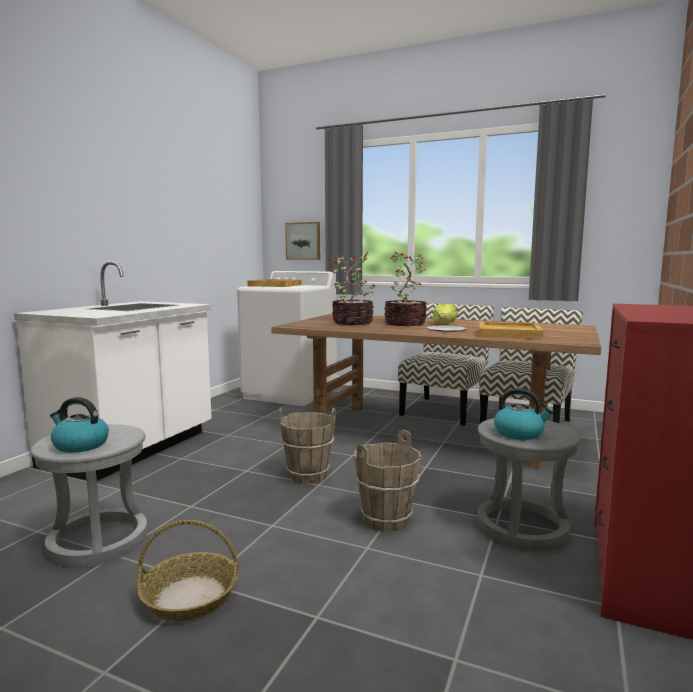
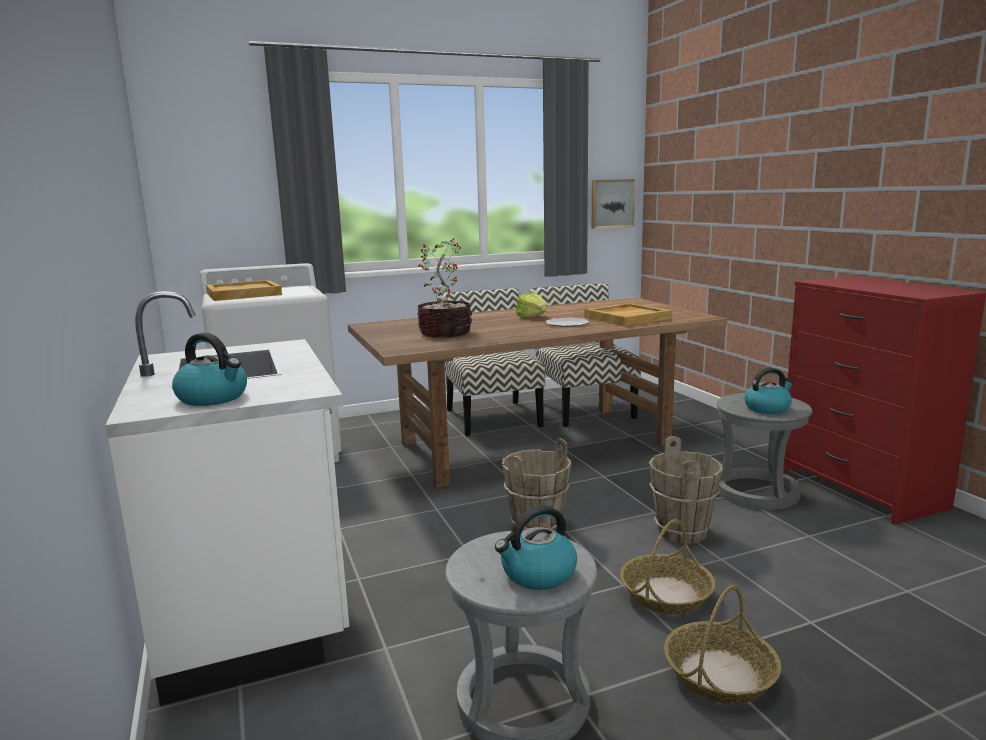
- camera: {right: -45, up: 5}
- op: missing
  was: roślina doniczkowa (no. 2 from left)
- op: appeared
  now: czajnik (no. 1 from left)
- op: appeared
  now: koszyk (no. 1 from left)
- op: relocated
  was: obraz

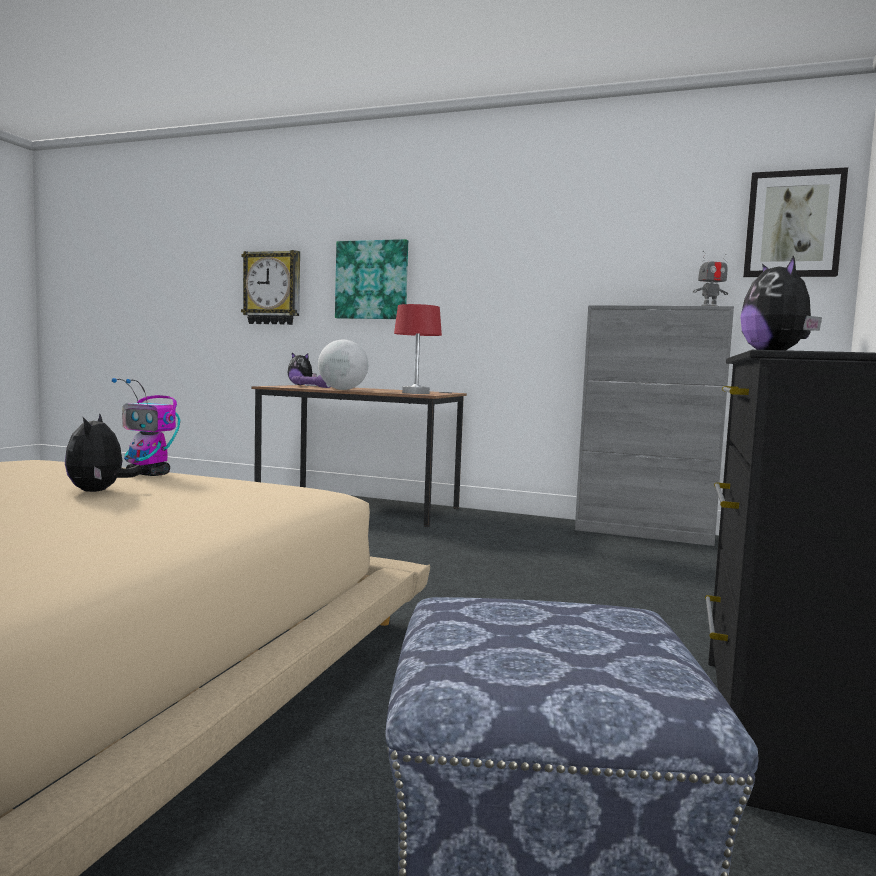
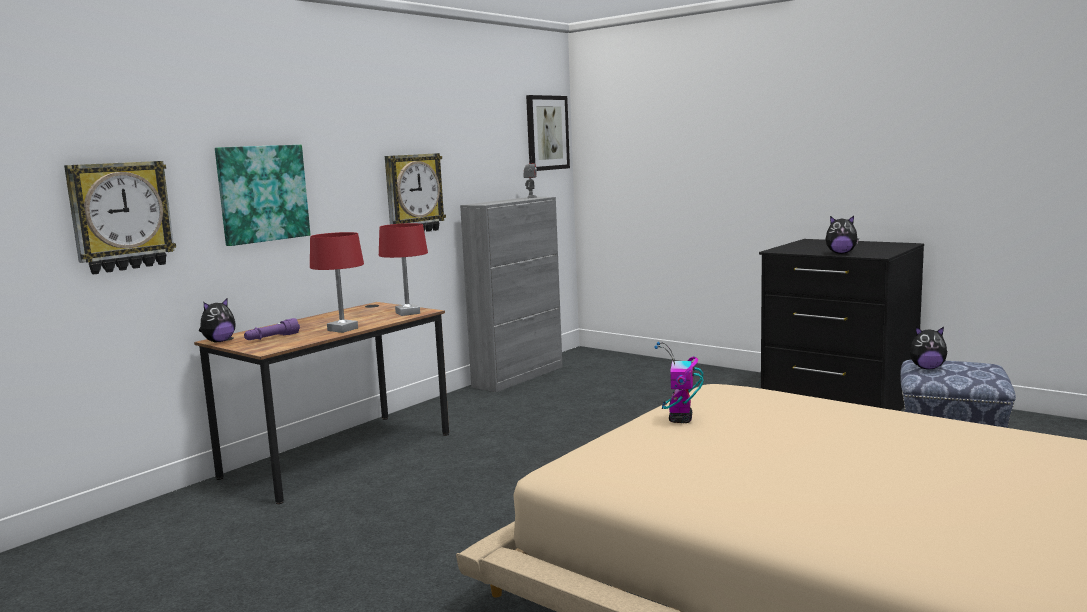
- camera: {right: -70, up: 5}
- op: appeared
  now: zegar ścienny (no. 2 from left)
- op: relocated
  was: pluszak (no. 1 from left in the first image)
  now: pluszak (no. 3 from left)
- op: exchanged
  was: globus
  now: lampa stołowa/czerwony (no. 1 from left)
- op: spun
  was: robot zabawkowy (no. 1 from left in the first image)
  clockwise: 150

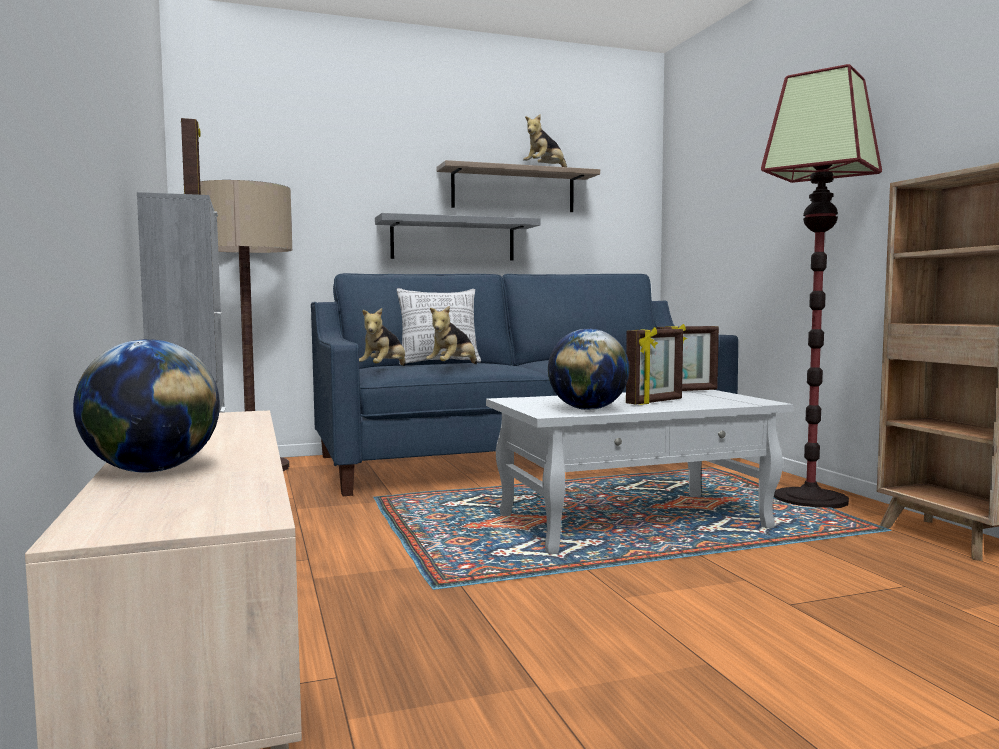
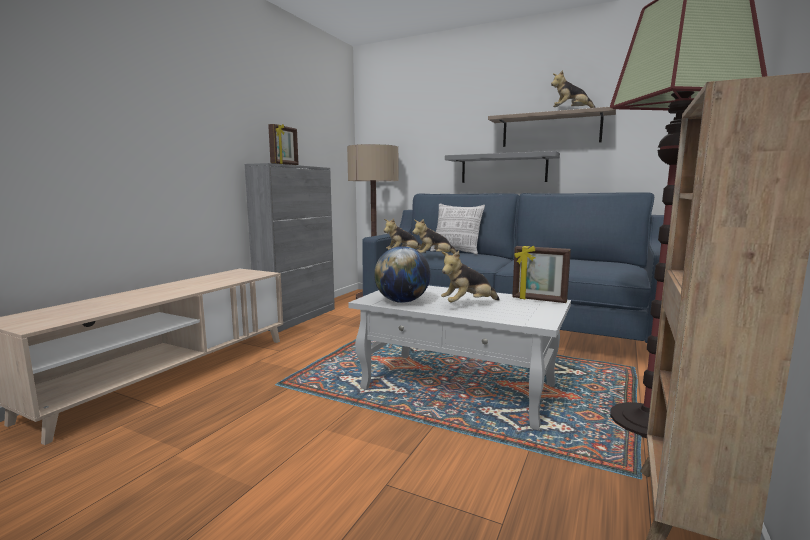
- camera: {right: 45, up: 5}
- op: missing
  was: globus (no. 1 from left)
- op: exchanged
  was: ramka na zdjęcie (no. 2 from left)
  now: pluszak (no. 3 from left)

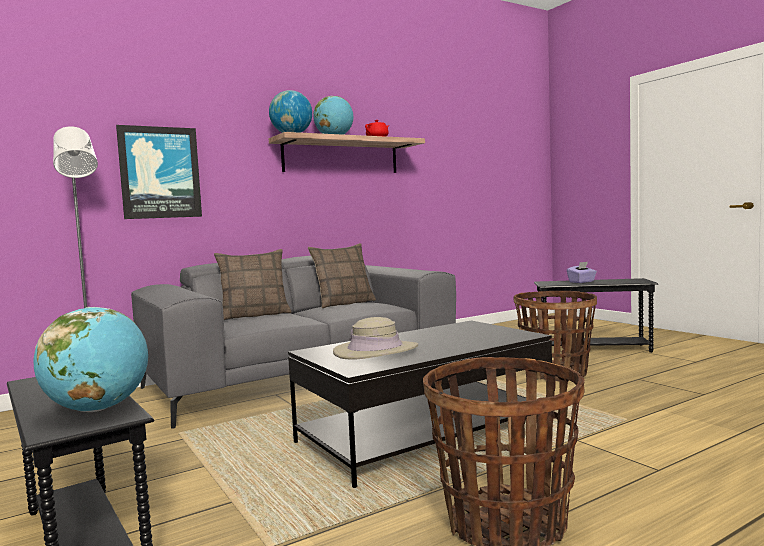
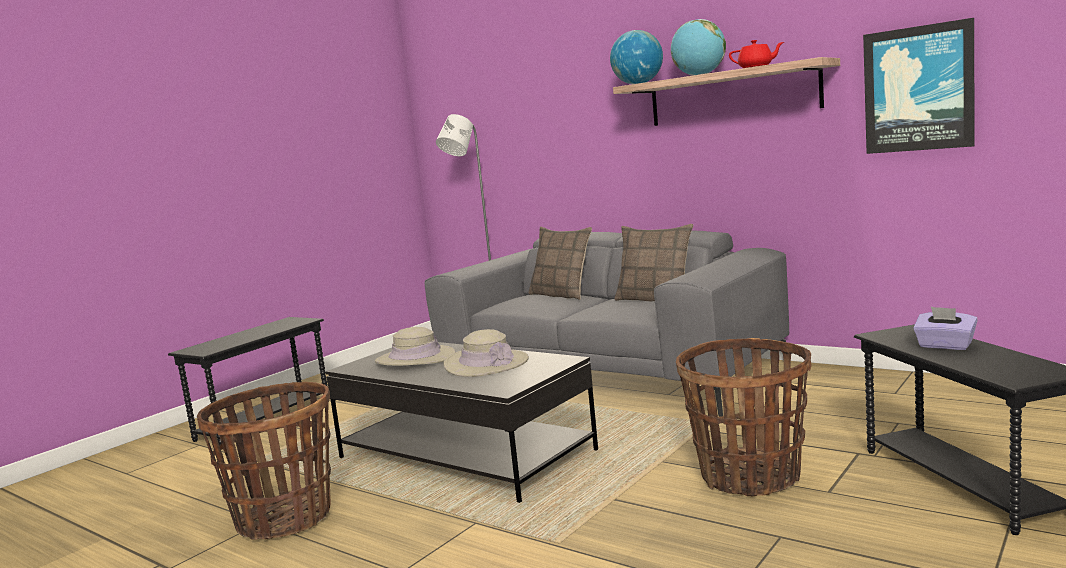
- camera: {right: 70, up: 5}
- op: missing
  was: globus (no. 1 from left)
- op: appeared
  now: kapelusz/beżowy (no. 2 from left)
- op: relocated
  was: obraz

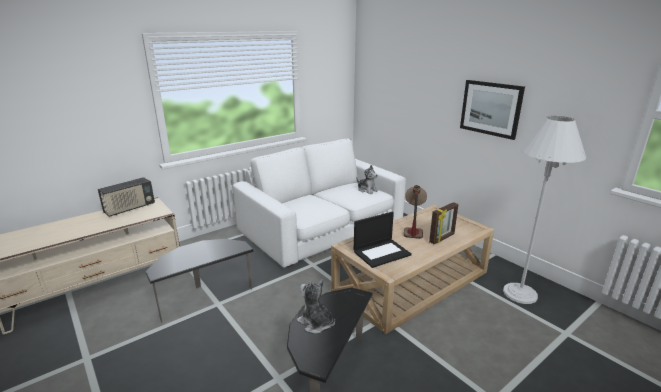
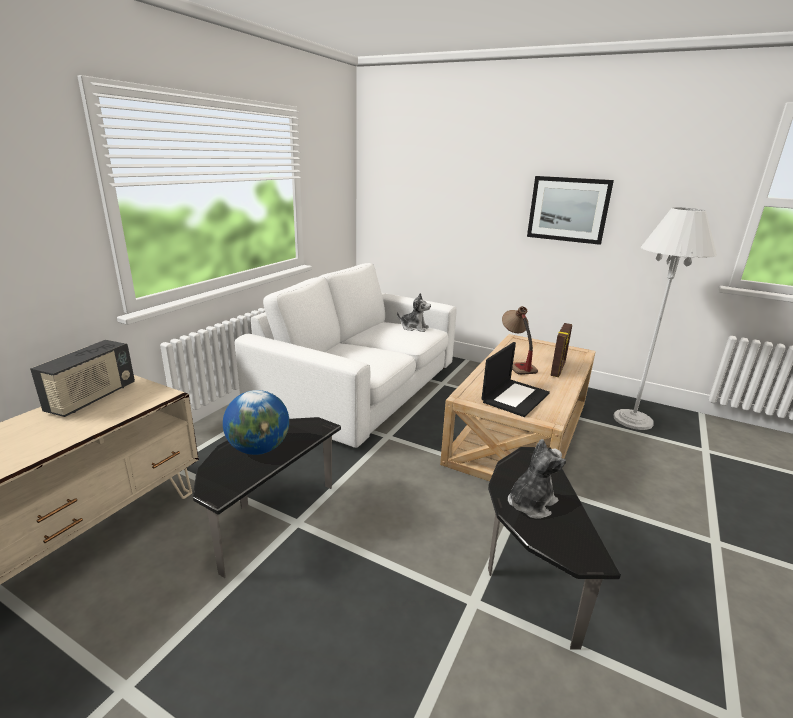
- camera: {right: -25, up: 0}
- op: appeared
  now: globus
- op: spun
  was: pluszak (no. 1 from left in the first image)
  clockwise: 120

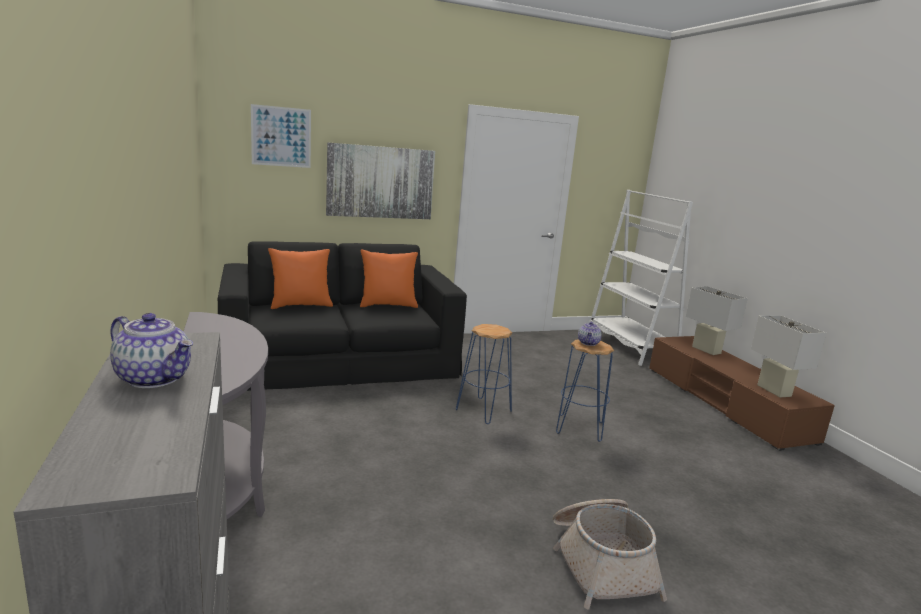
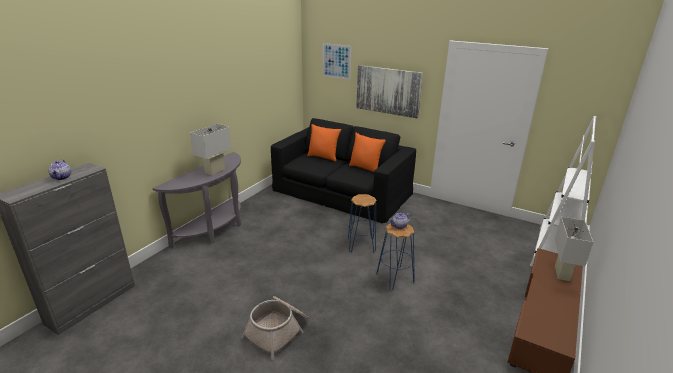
- camera: {right: 50, up: 10}
- op: relocated
  was: lampa stołowa/biały (no. 2 from left in the first image)
  now: lampa stołowa/biały (no. 1 from left)

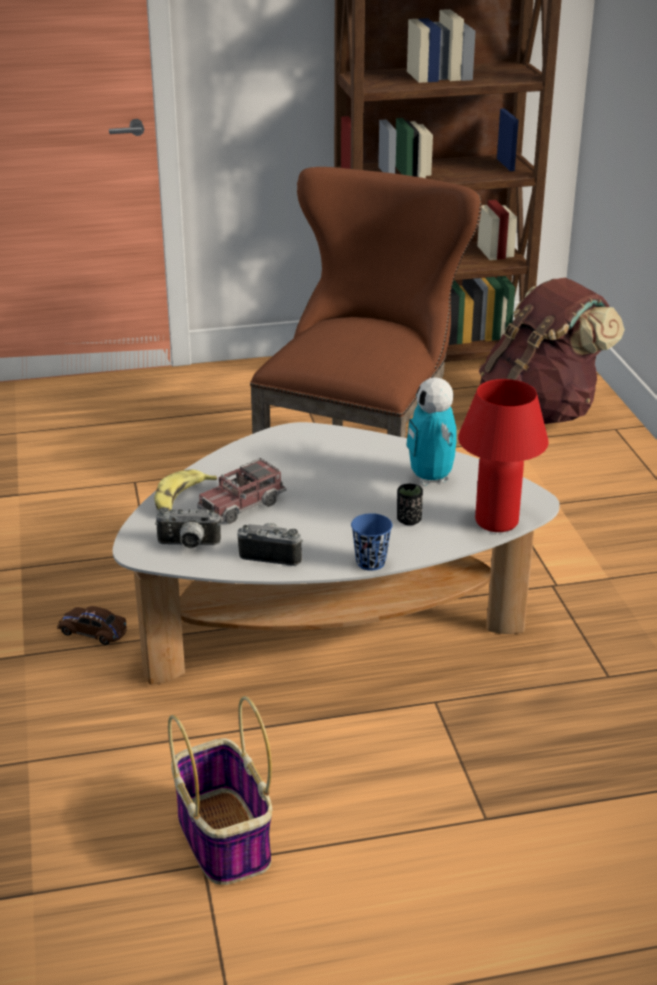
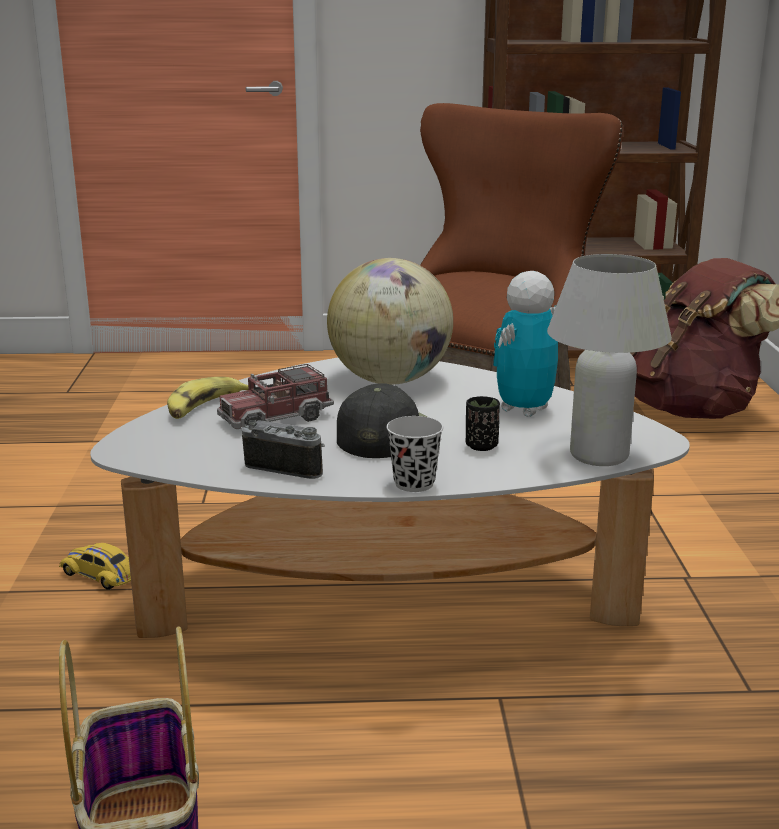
- camera: {right: 10, up: -10}
- op: missing
  was: aparat fotograficzny (no. 1 from left)
- op: appeared
  now: globus
- op: appeared
  now: czapka z daszkiem/czarny
- op: colour
  was: samochodzik/brązowy
  now: samochodzik/żółty
- op: colour
  was: filiżanka/niebieski
  now: filiżanka/czarny (no. 1 from left)
- op: colour
  was: lampa stołowa/czerwony
  now: lampa stołowa/biały
- op: spun
  was: robot zabawkowy
  clockwise: 45

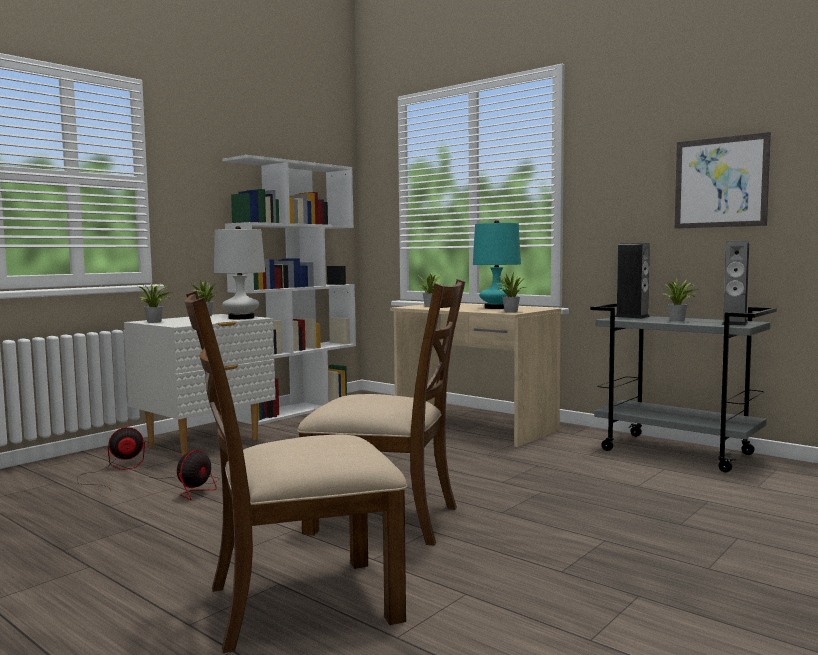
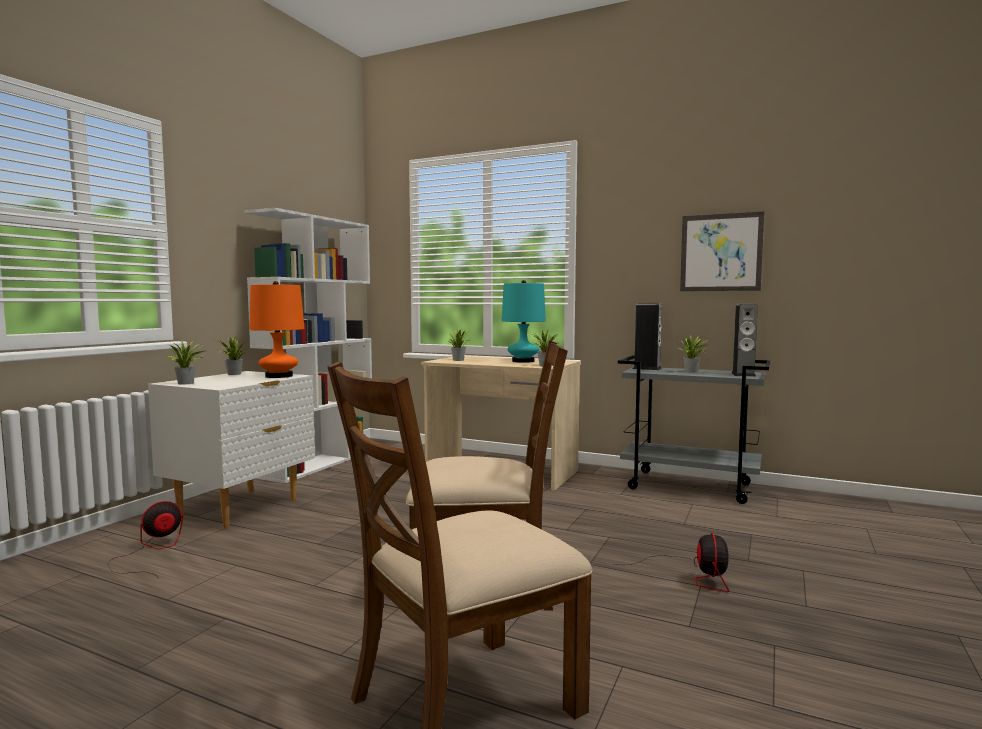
- camera: {right: -15, up: 0}
- op: relocated
  was: wentylator (no. 2 from left)
- op: colour
  was: lampa stołowa/biały
  now: lampa stołowa/pomarańczowy

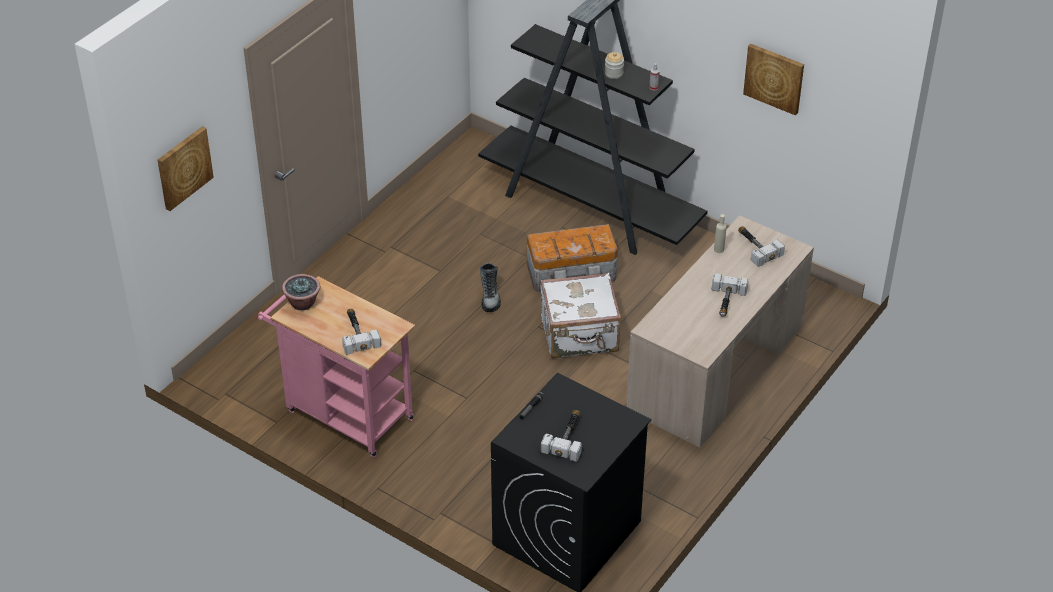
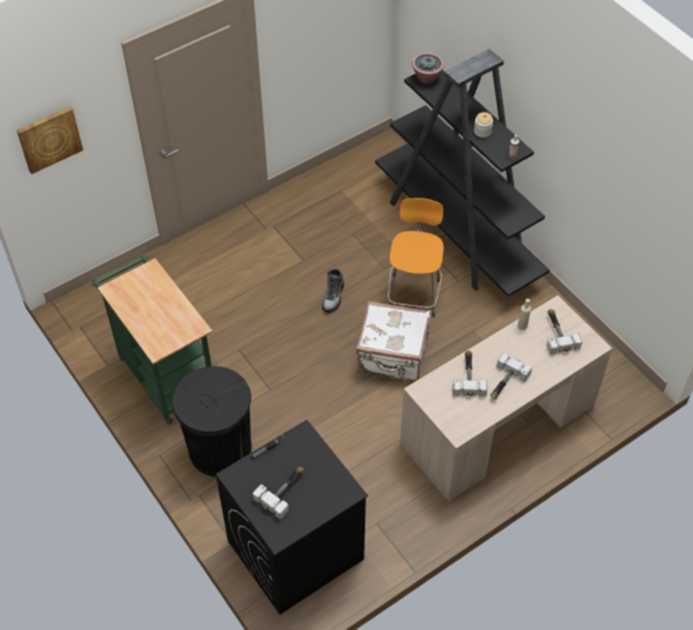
- camera: {right: 20, up: 10}
- op: missing
  was: obraz (no. 2 from left)
- op: appeared
  now: kosz na śmieci/czarny
- op: relocated
  was: roślina doniczkowa
- op: relocated
  was: młotek (no. 1 from left in the first image)
  now: młotek (no. 2 from left)
- op: exchanged
  was: pojemnik do przechowywania
  now: stołek/pomarańczowy
- op: colour
  was: wózek/różowy
  now: wózek/zielony

